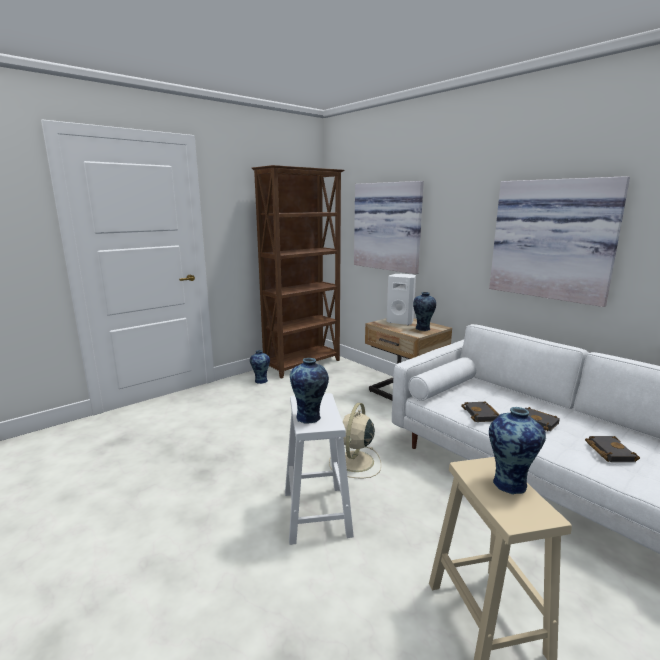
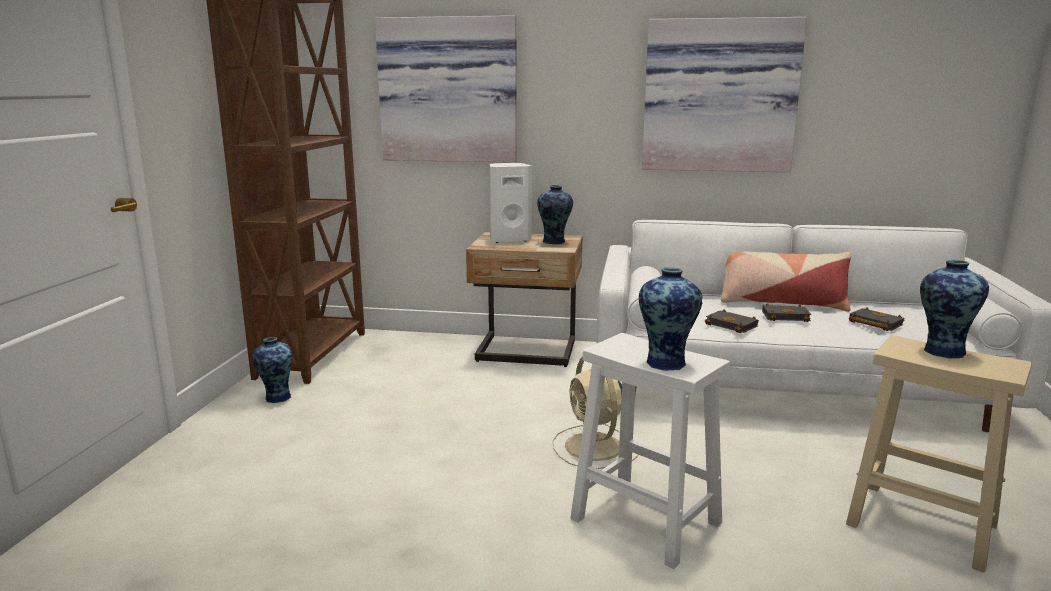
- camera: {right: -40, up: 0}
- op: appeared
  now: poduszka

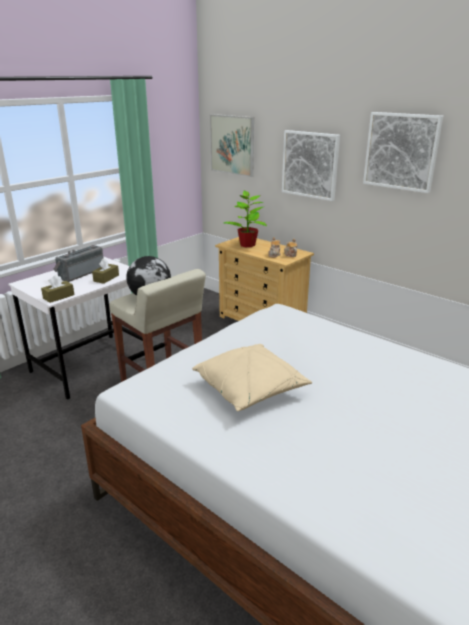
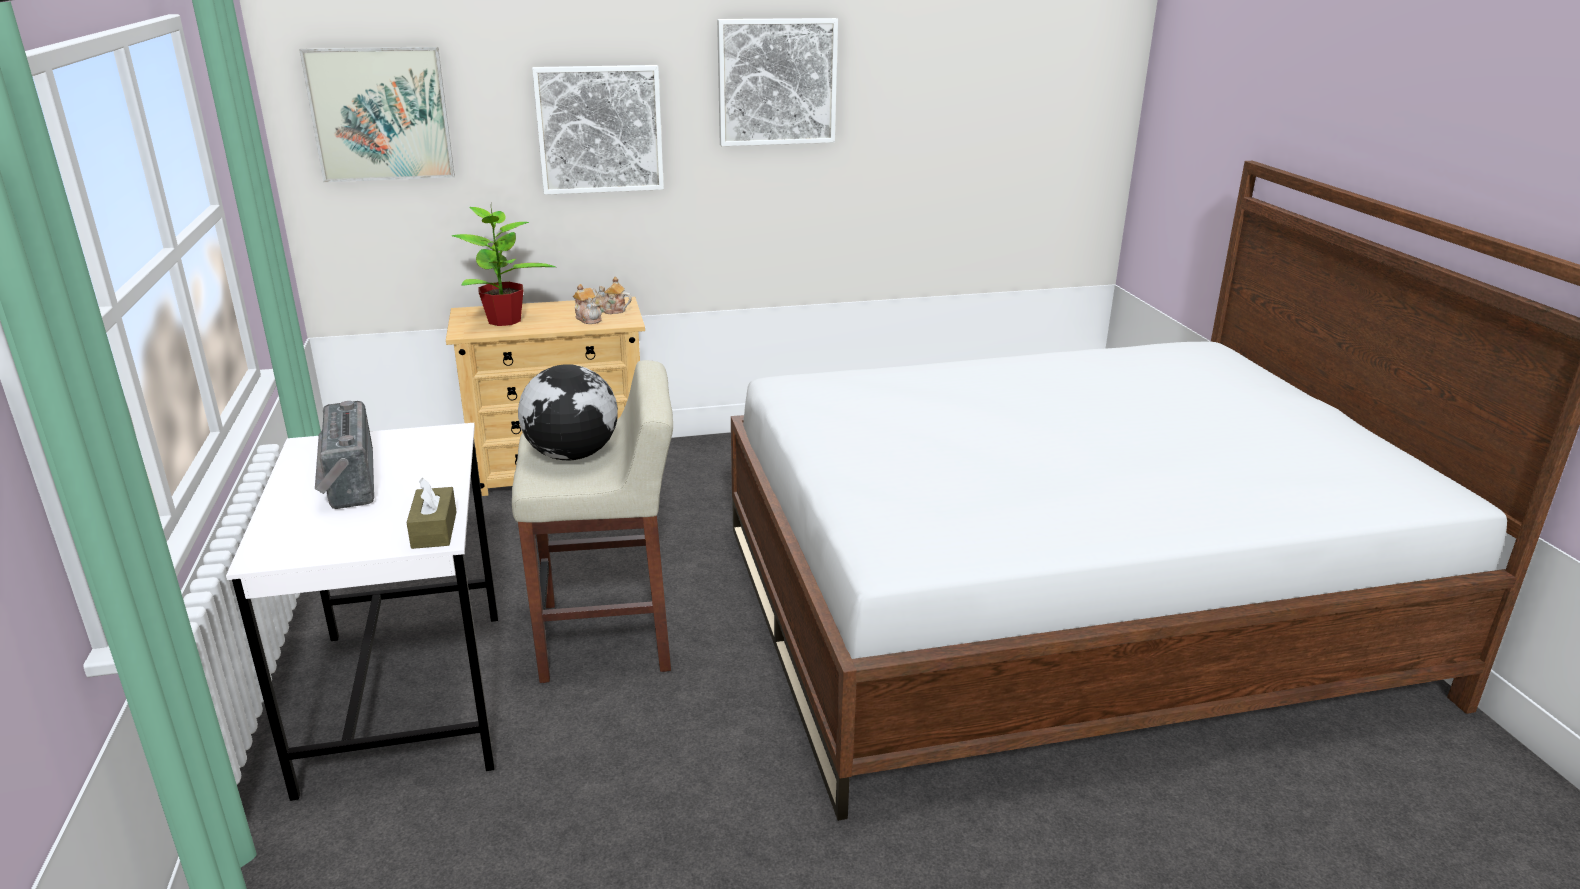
- camera: {right: -55, up: 0}
- op: missing
  was: pudełko chusteczek/brązowy (no. 2 from left)
- op: missing
  was: poduszka/beżowy

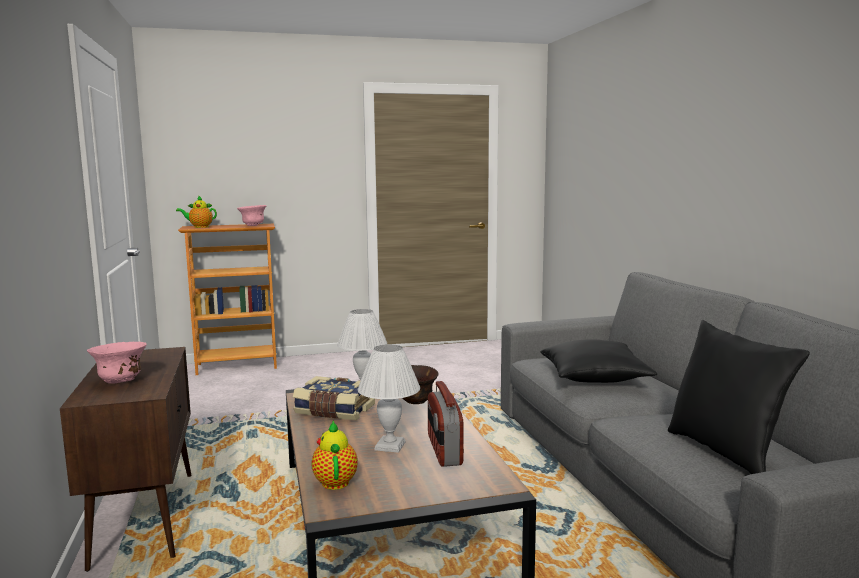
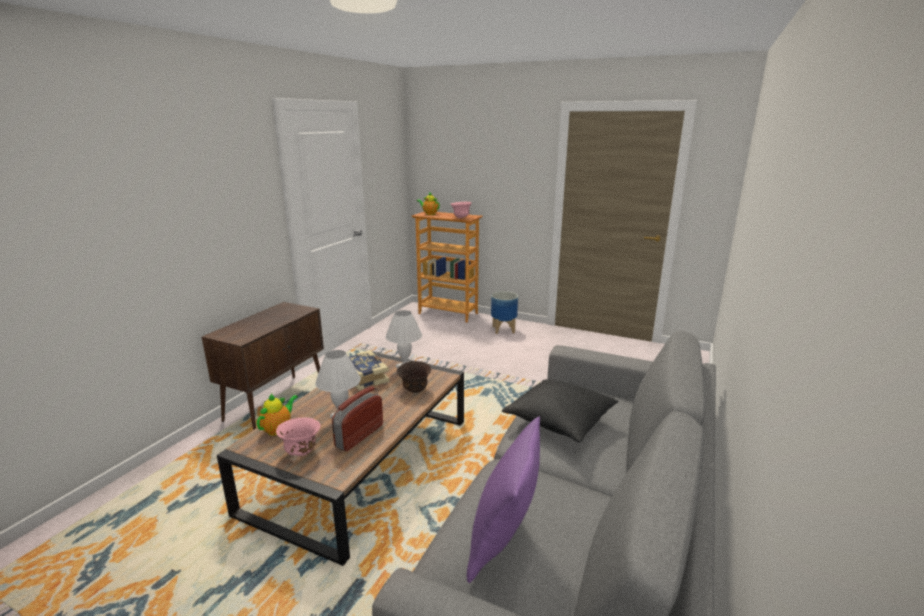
- camera: {right: 40, up: 10}
- op: appeared
  now: donica
- op: relocated
  was: miska/różowy (no. 1 from left)
- op: colour
  was: poduszka/czarny (no. 2 from left)
  now: poduszka/fioletowy

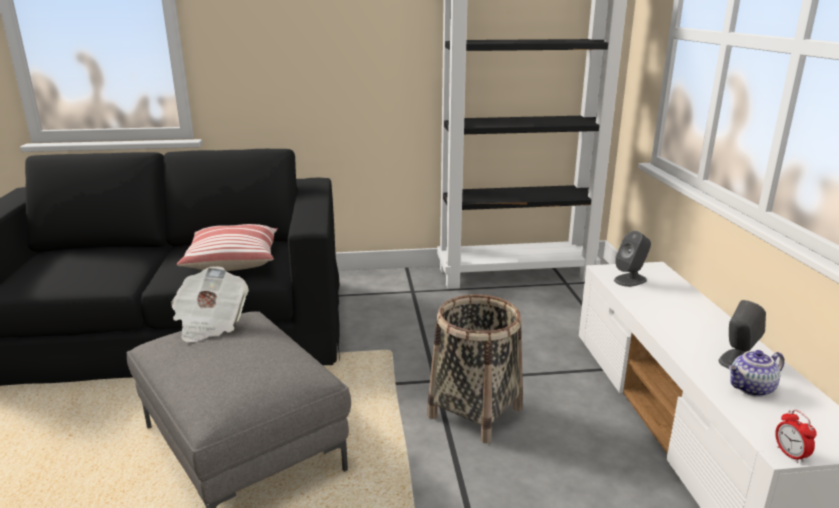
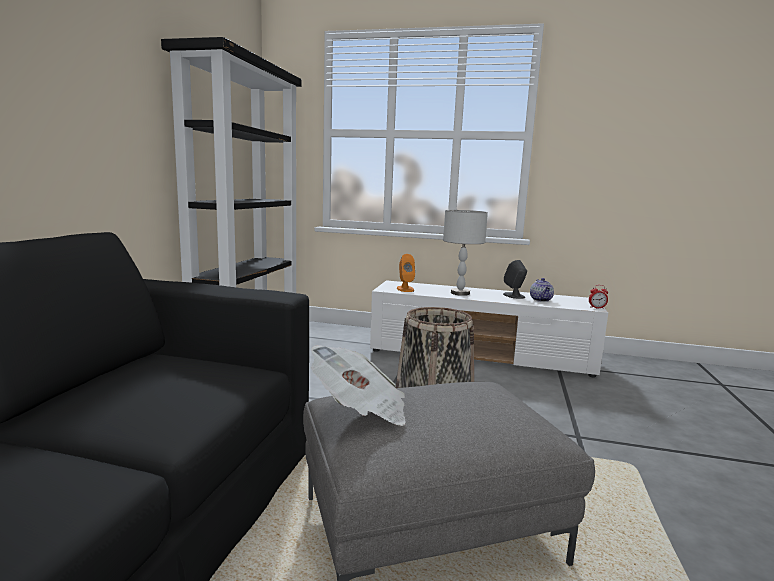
- camera: {right: -70, up: -10}
- op: missing
  was: poduszka
- op: appeared
  now: lampa stołowa/szary
- op: colour
  was: głośnik/szary (no. 1 from left)
  now: głośnik/pomarańczowy

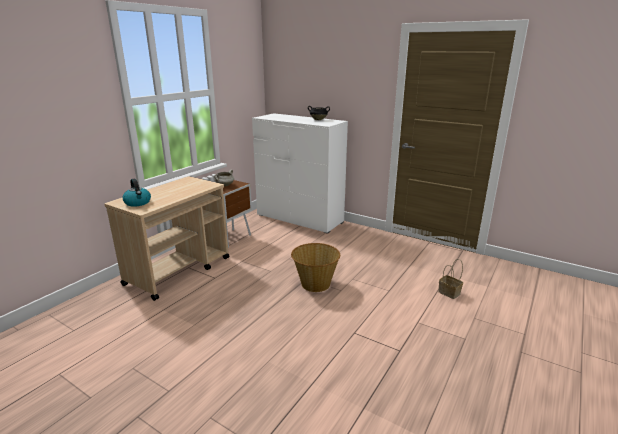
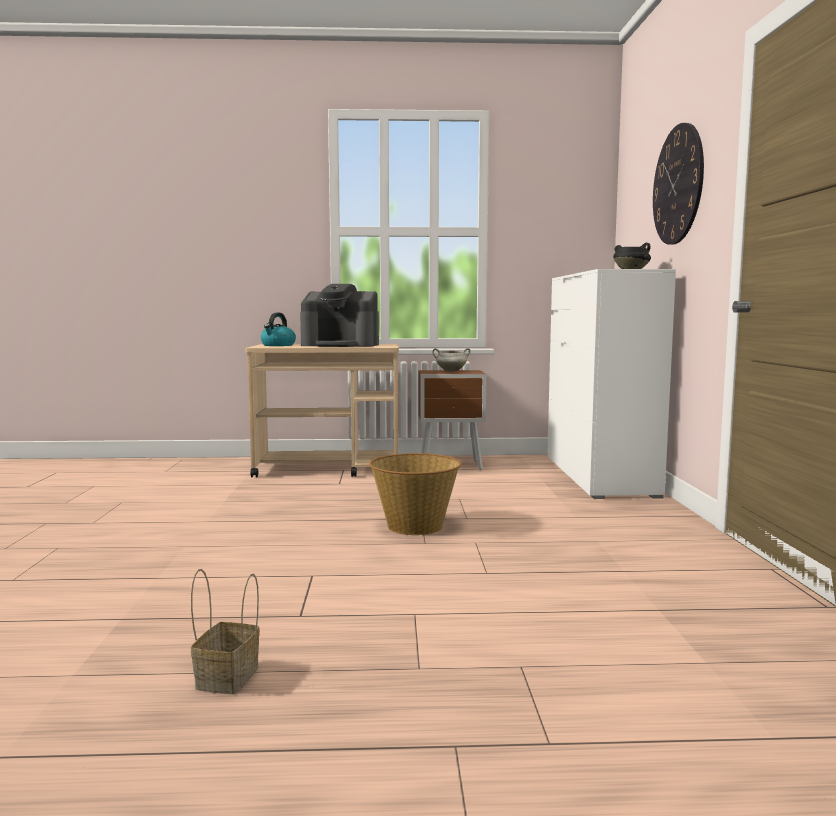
- camera: {right: 55, up: -15}
- op: appeared
  now: ekspres do kawy
- op: appeared
  now: zegar ścienny
- op: relocated
  was: koszyk (no. 2 from left in the first image)
  now: koszyk (no. 1 from left)

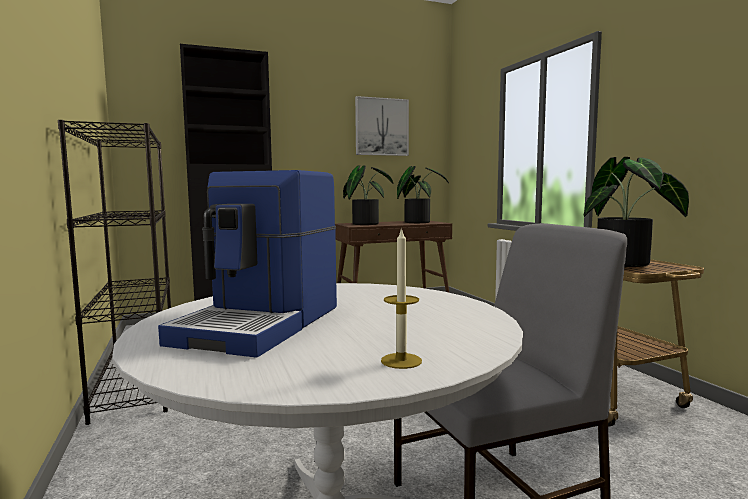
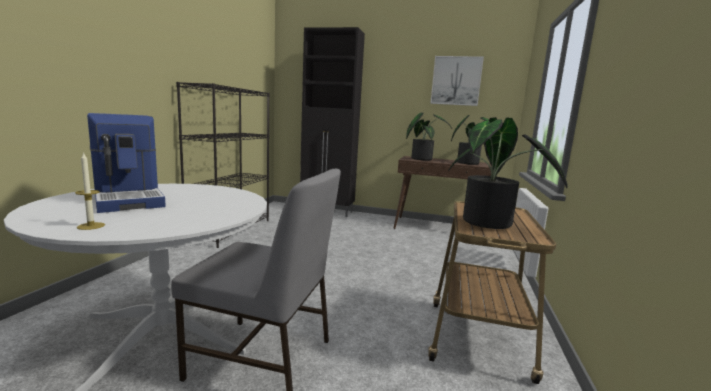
- camera: {right: 35, up: 5}
- op: spun
  was: ekspres do kawy
  clockwise: -90

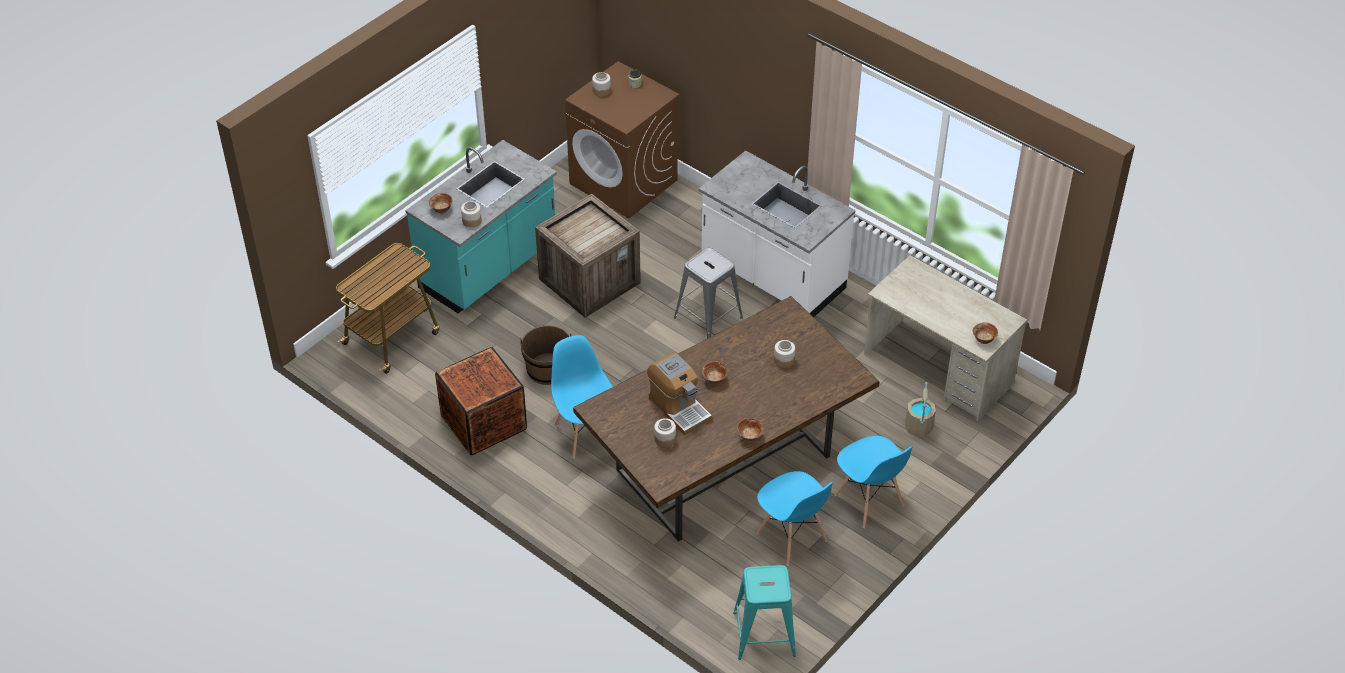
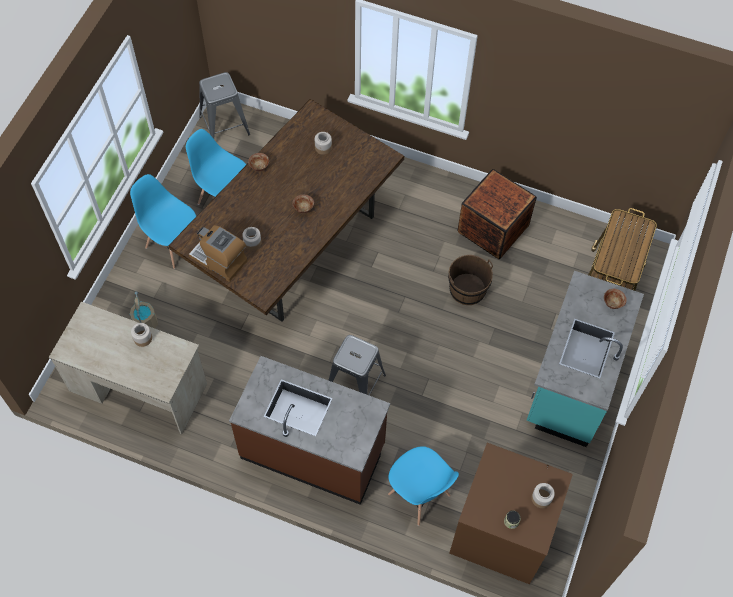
- camera: {right: 160, up: 15}
- op: missing
  was: skrzynka (no. 2 from left)
- op: missing
  was: miska (no. 4 from left)
- op: relocated
  was: słoik (no. 1 from left)
- op: relocated
  was: krzesło/niebieski (no. 1 from left in the first image)
  now: krzesło/niebieski (no. 3 from left)
- op: relocated
  was: ekspres do kawy
- op: colour
  was: zabudowa kuchenna/biały
  now: zabudowa kuchenna/brązowy
- op: colour
  was: stołek/turkusowy
  now: stołek/szary (no. 1 from left)

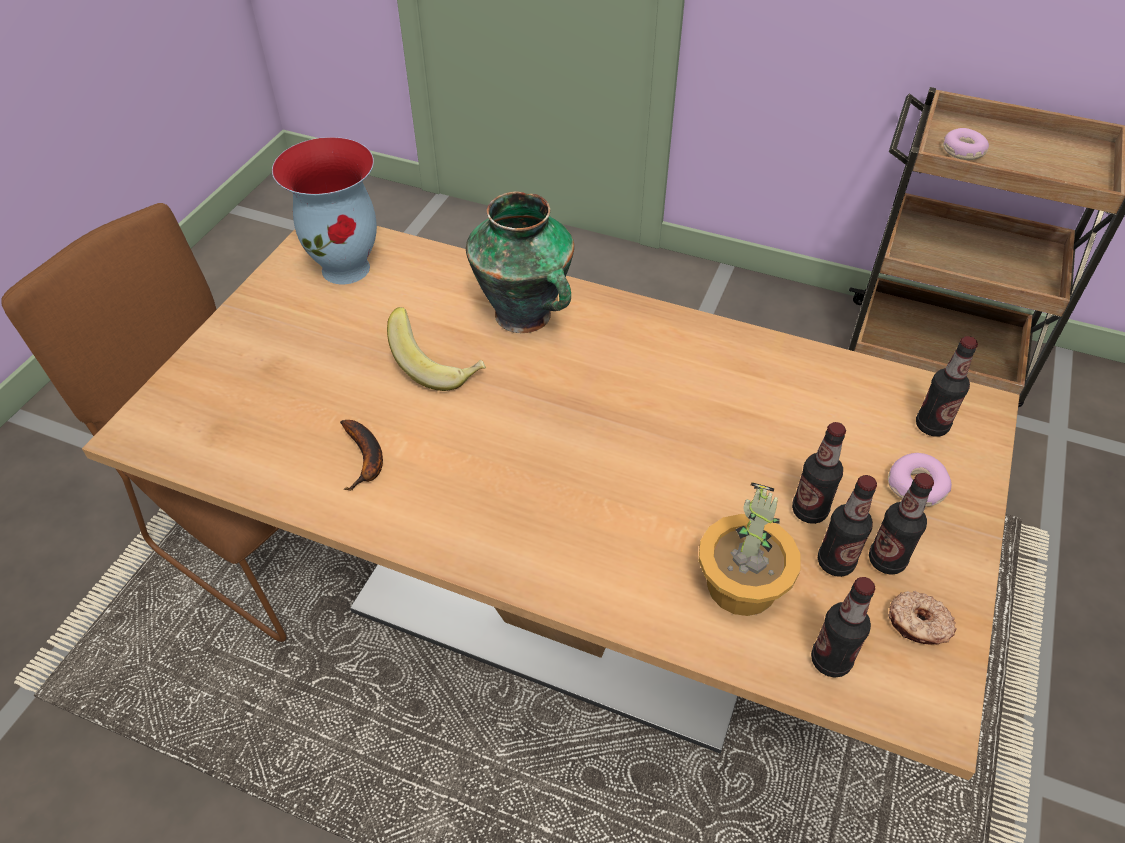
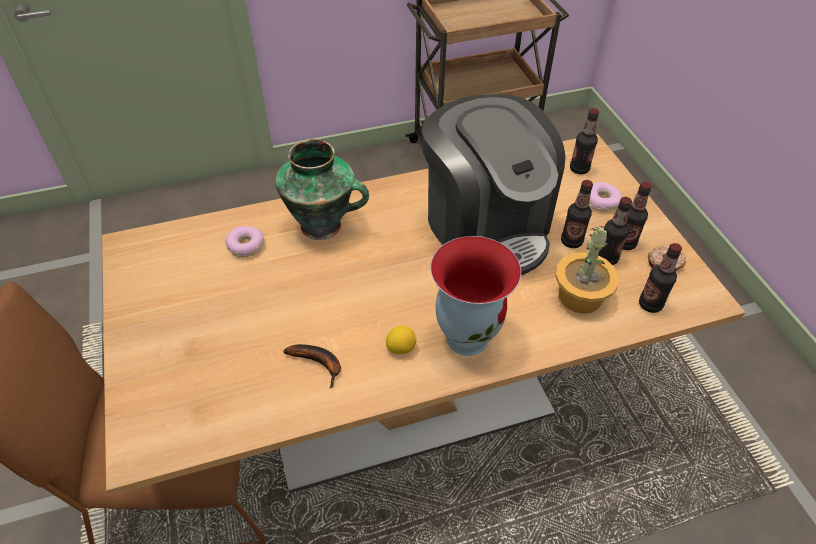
- camera: {right: -40, up: 0}
- op: missing
  was: banan (no. 2 from left)
- op: appeared
  now: cytryna
- op: appeared
  now: ekspres do kawy
- op: relocated
  was: wazon (no. 1 from left in the first image)
  now: wazon (no. 2 from left)
- op: relocated
  was: donut (no. 3 from left in the first image)
  now: donut (no. 1 from left)

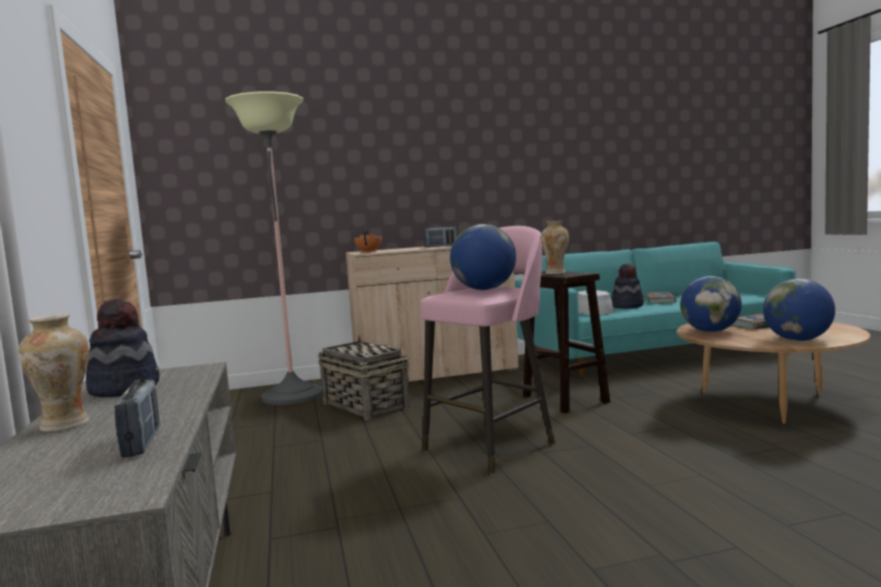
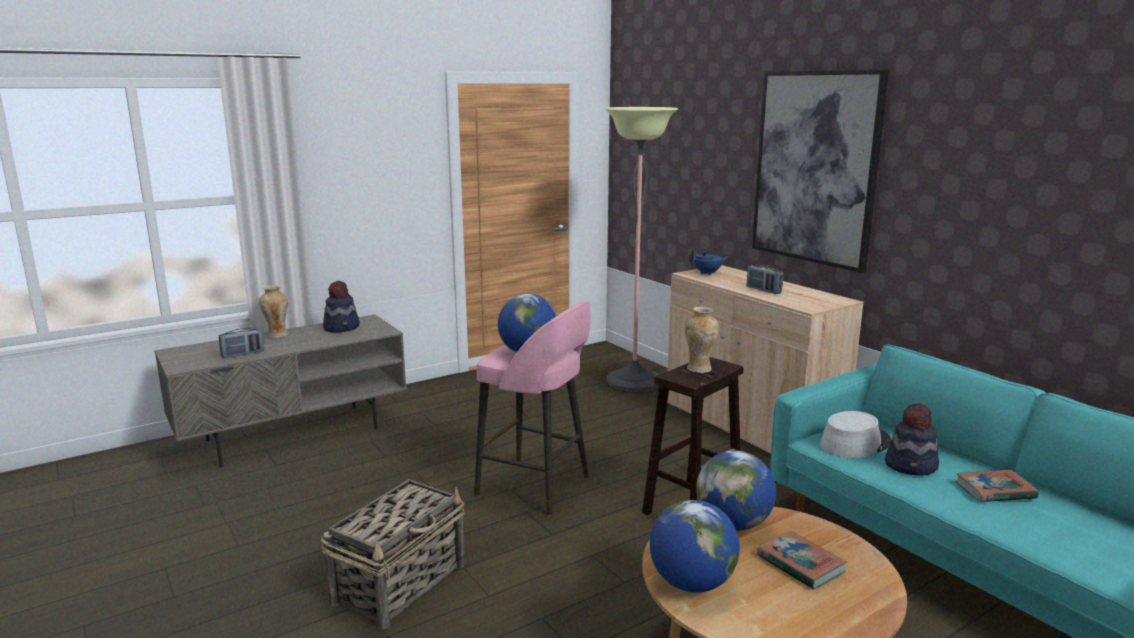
- camera: {right: 70, up: 10}
- op: appeared
  now: obraz
- op: relocated
  was: koszyk
- op: colour
  was: imbryk/pomarańczowy
  now: imbryk/niebieski

